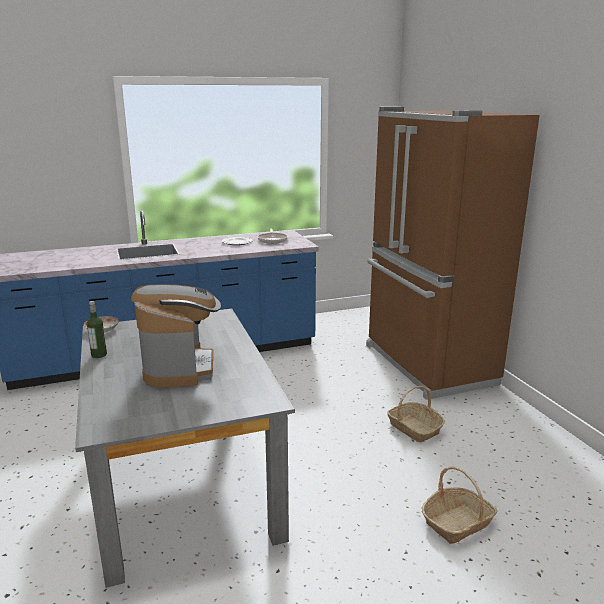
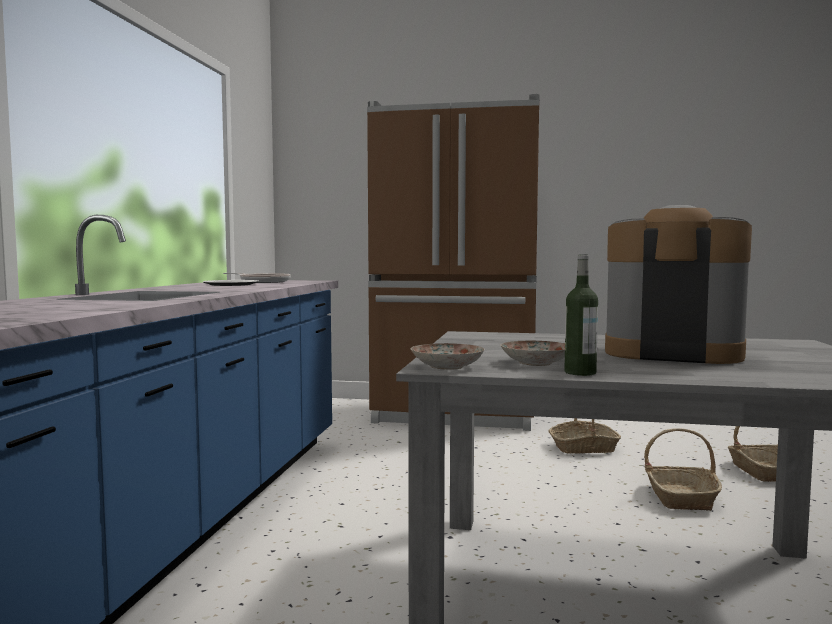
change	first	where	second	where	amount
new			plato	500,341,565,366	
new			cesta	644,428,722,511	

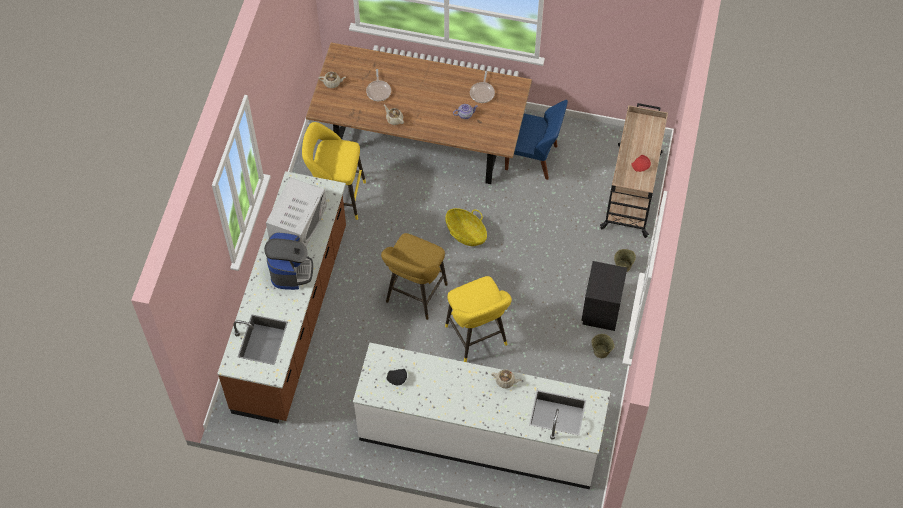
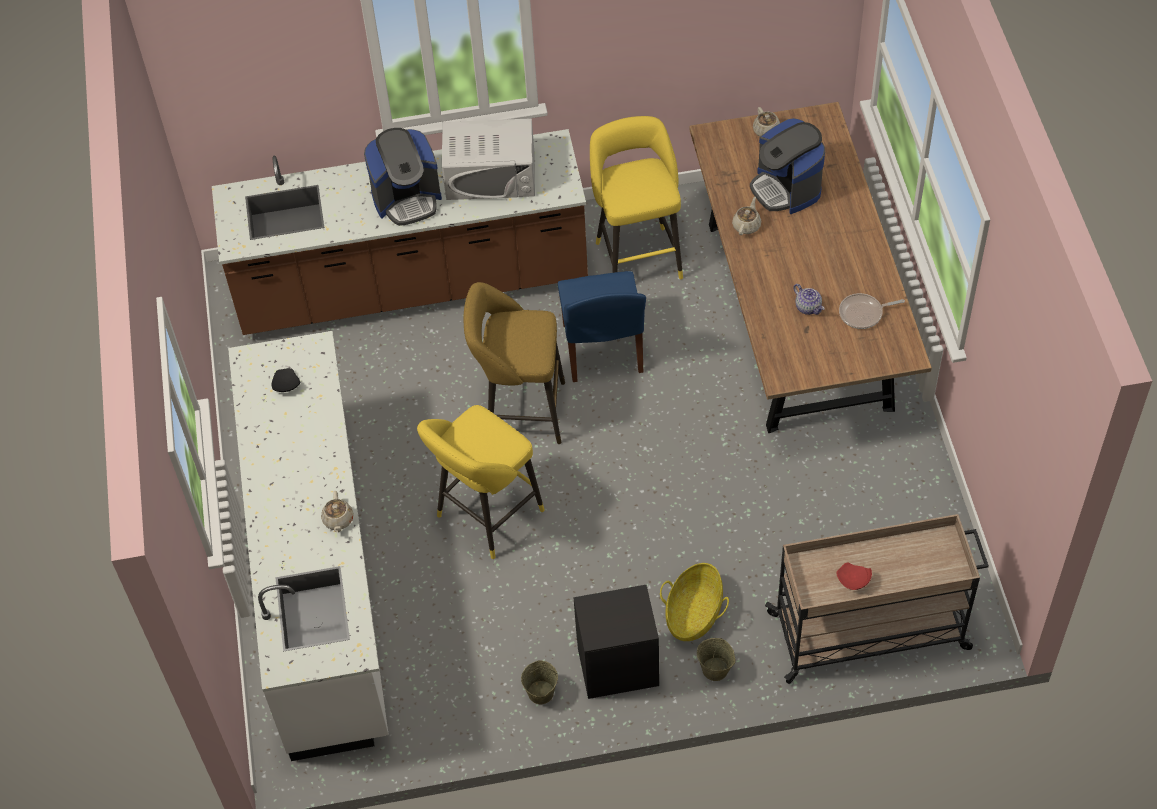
change	first	where	second	where	amount
swapped	sartén	366,69,391,101	cafetera	750,118,825,214	
shifted	cesta	445,208,487,246		660,563,729,641	
shifted	silla [azul]	505,100,568,180		558,271,646,382	

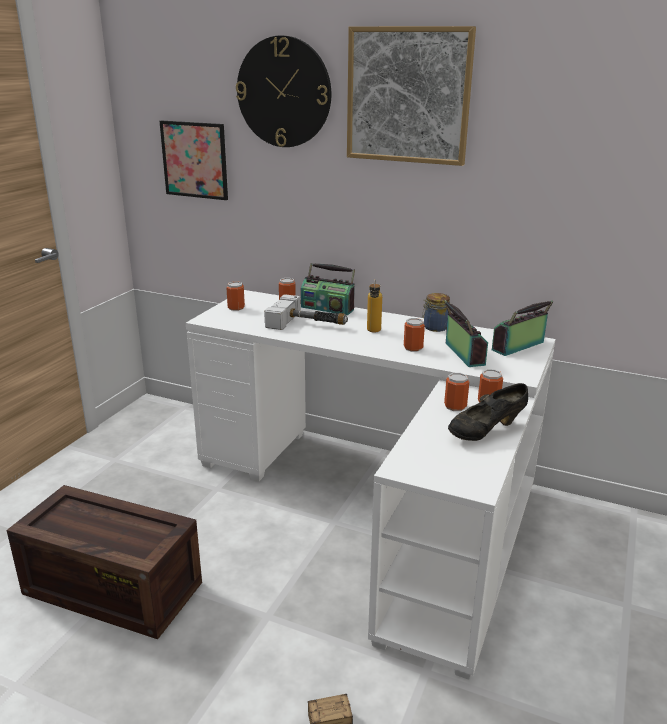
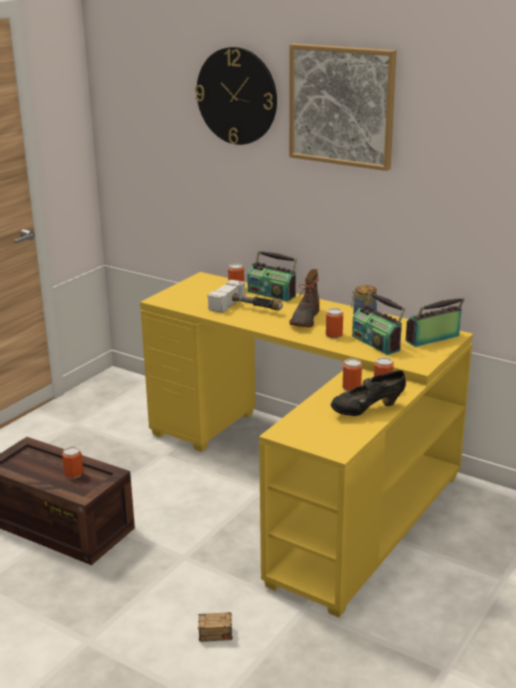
change	first	where	second	where	amount
gone	cuadro	159,121,228,200			
repainted	escritorio [blanco]	186,290,556,680	escritorio [amarillo]	140,272,473,617	
shifted	lata	227,282,245,311		62,446,83,479	
swapped	botella	367,280,382,332	bota	289,269,319,328	
rotated	radio	444,300,488,367		352,293,405,355	150 degrees clockwise

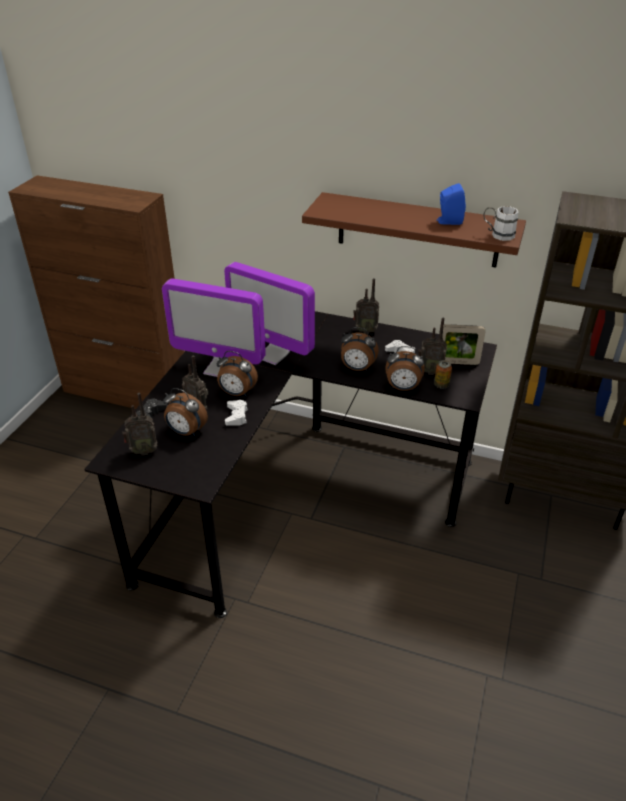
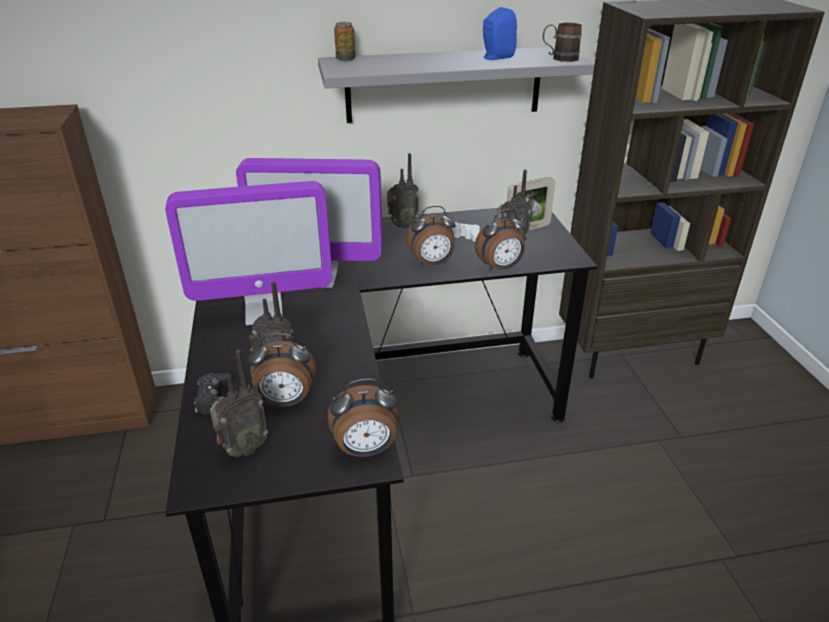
change	first	where	second	where	amount
shifted	despertador	217,351,258,396		327,379,398,457	
gone	mando de consola [blanco]	225,400,248,426			
repainted	estante [marrón]	302,192,526,268	estante [gris]	318,47,594,123	
shifted	lata	434,360,452,389		334,22,355,61	
repainted	taza grande [blanco]	484,206,519,241	taza grande [marrón]	543,22,582,62	

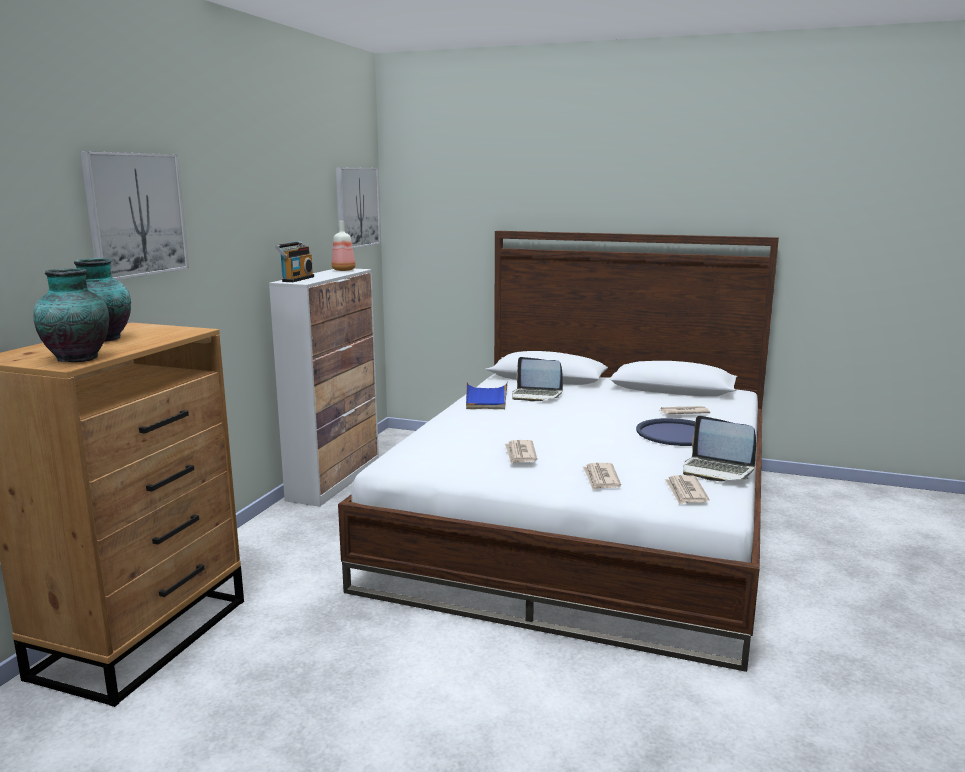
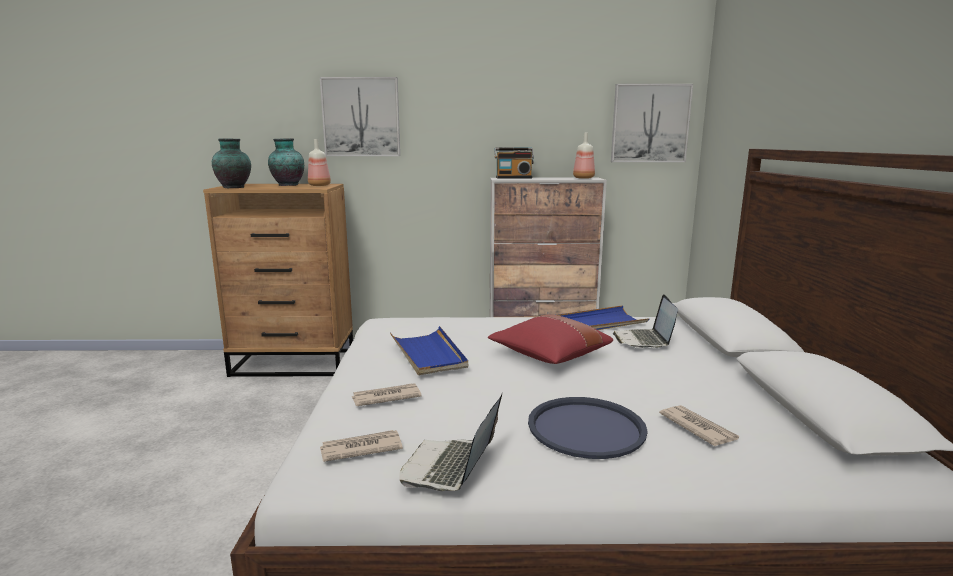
change	first	where	second	where	amount
swapped	periódico	505,440,537,464	bandeja [azul]	390,326,468,375	
new			botella	308,139,331,186	
new			cojín [rojo]	488,314,613,364	

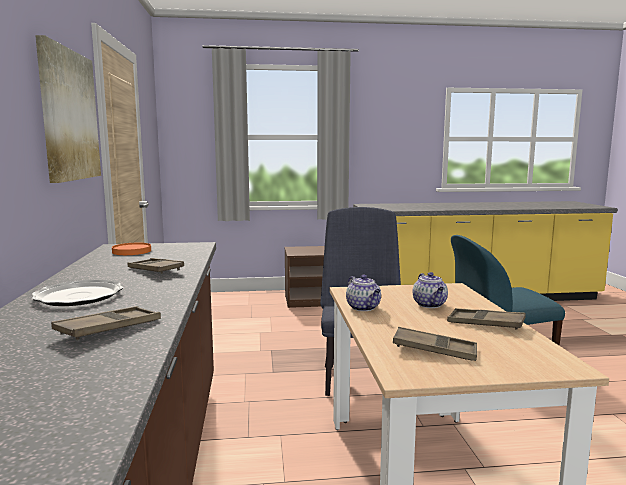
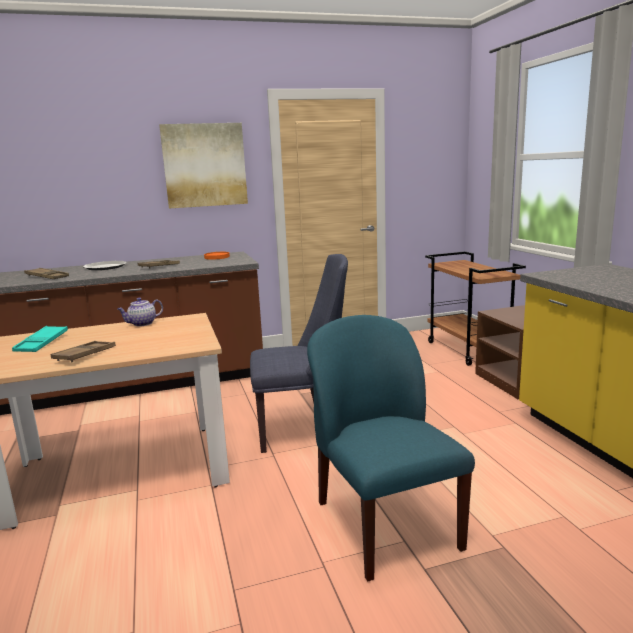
change	first	where	second	where	amount
repainted	bandeja [marrón]	393,327,477,361	bandeja [turquesa]	12,326,68,352	
gone	tetera	413,272,448,308			
new			carrito [marrón]	425,251,526,366	

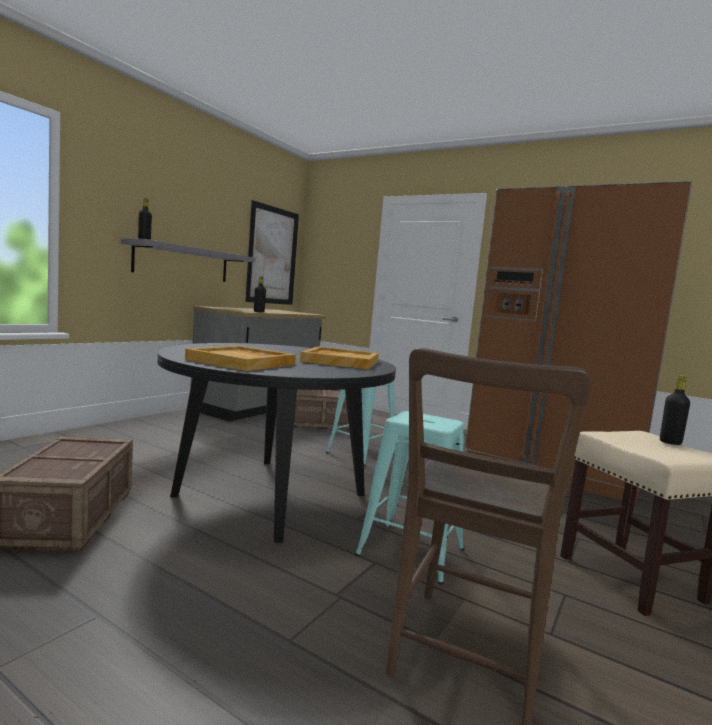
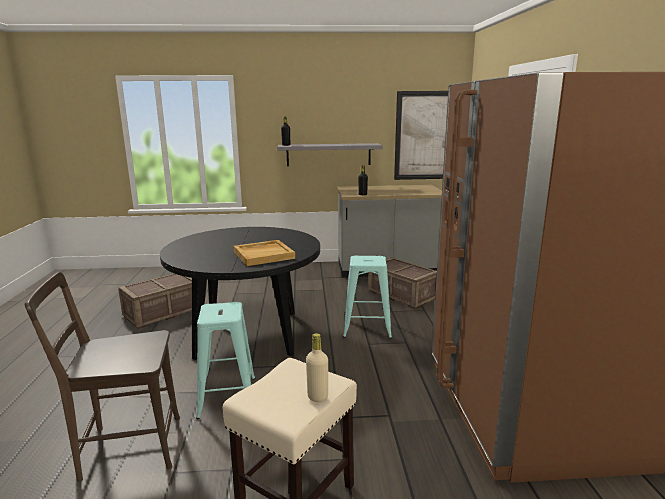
change	first	where	second	where	amount
gone	bandeja [beis]	185,345,296,371			
repainted	botella [negro]	660,375,690,445	botella [beis]	306,333,328,402	

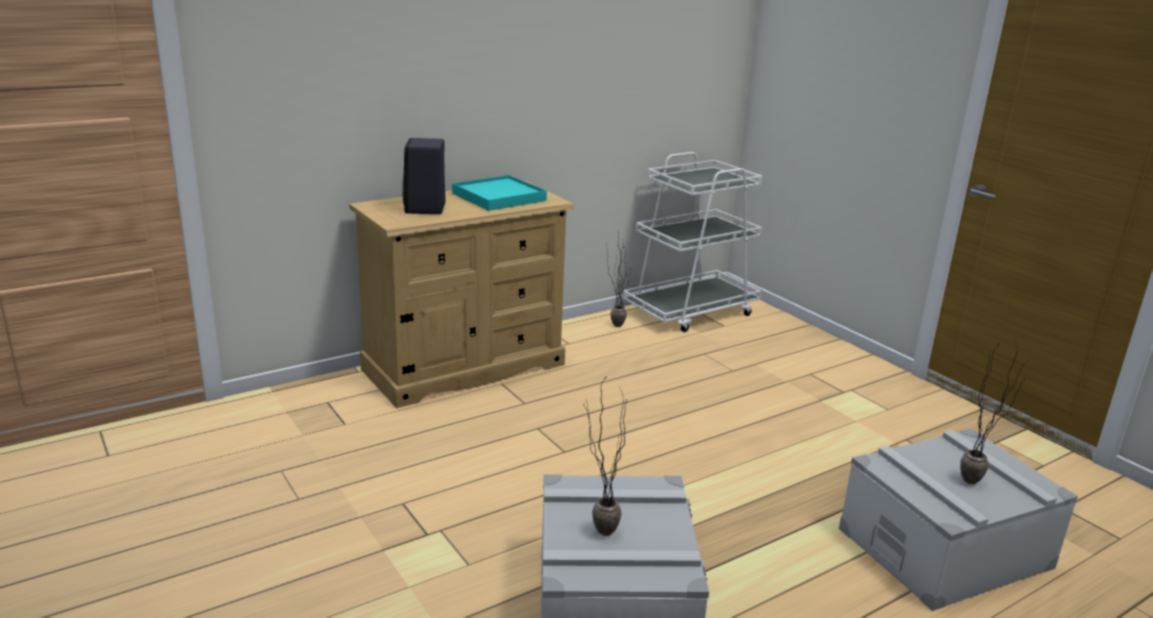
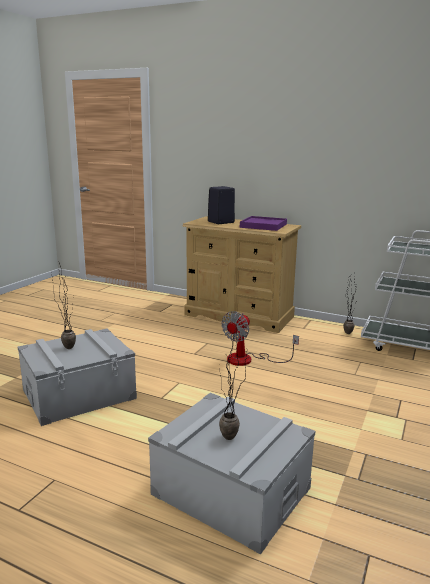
change	first	where	second	where	amount
repainted	bandeja [turquesa]	452,175,547,211	bandeja [morado]	240,216,287,231	
new			ventilador	221,311,299,366	

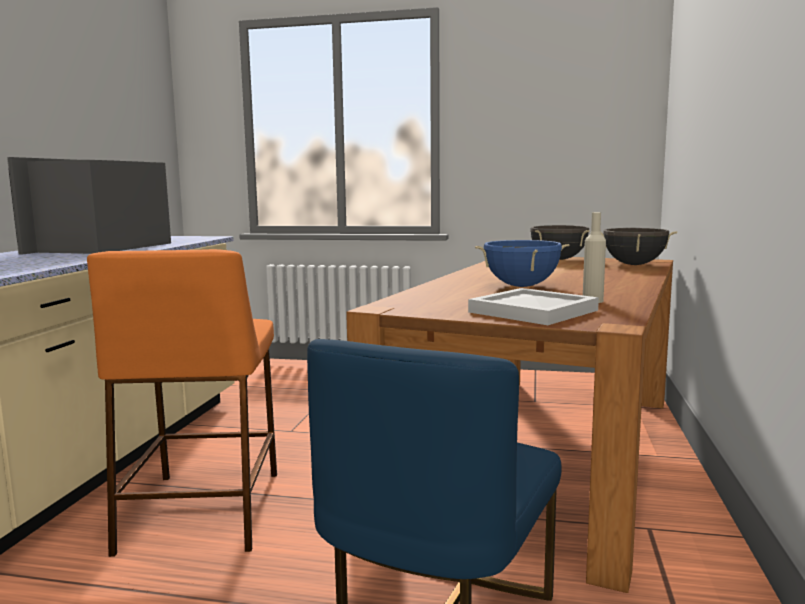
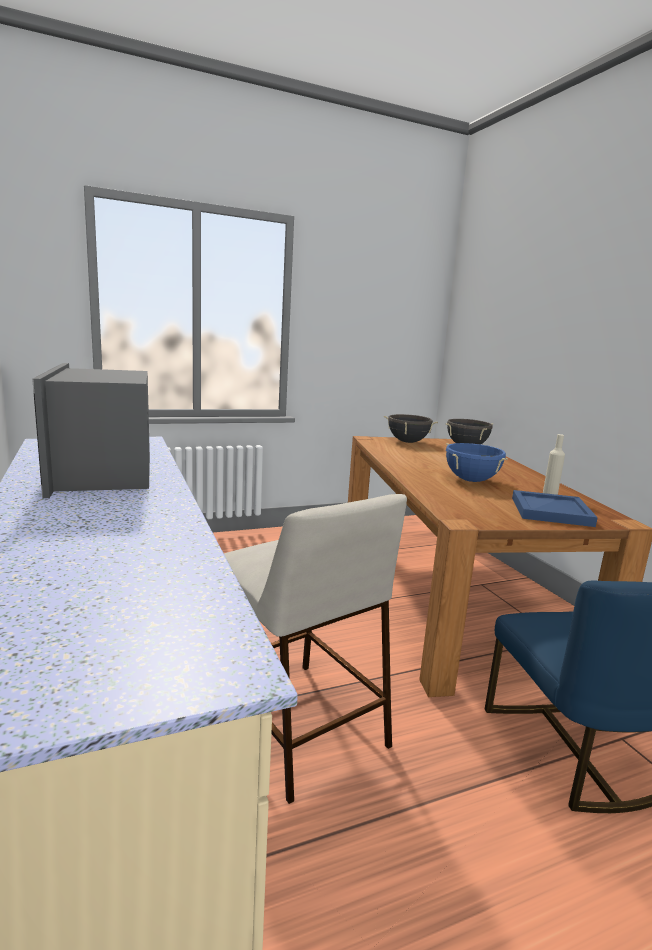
change	first	where	second	where	amount
repainted	taburete [naranja]	87,249,277,557	taburete [beis]	224,494,407,804	
repainted	bandeja [blanco]	468,288,599,325	bandeja [azul]	512,490,598,527	

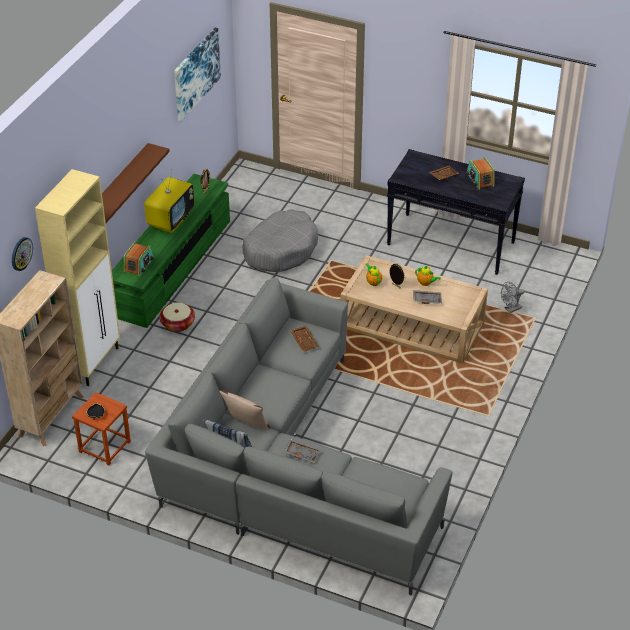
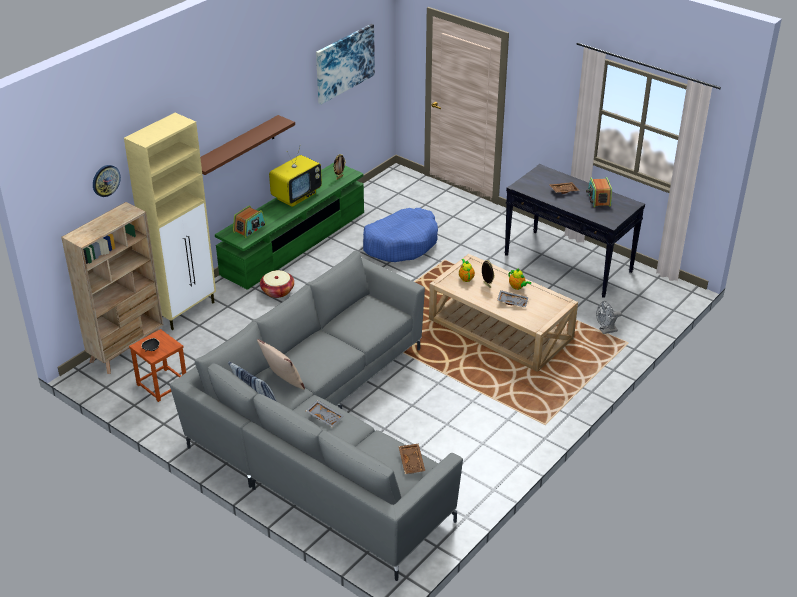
change	first	where	second	where	amount
repainted	cama para perro [gris]	242,209,318,272	cama para perro [azul]	363,208,438,262	
shifted	bandeja [marrón]	291,326,319,352		399,443,425,474	

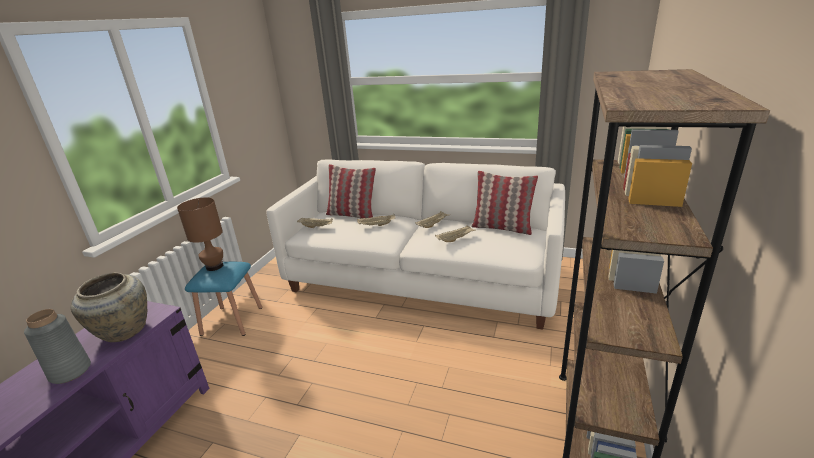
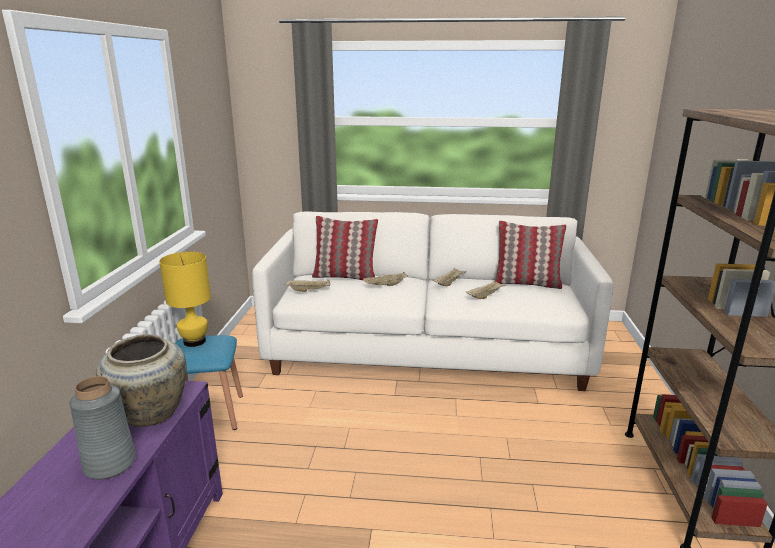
change	first	where	second	where	amount
repainted	lámpara de mesa [marrón]	177,198,223,271	lámpara de mesa [amarillo]	159,252,211,347	

